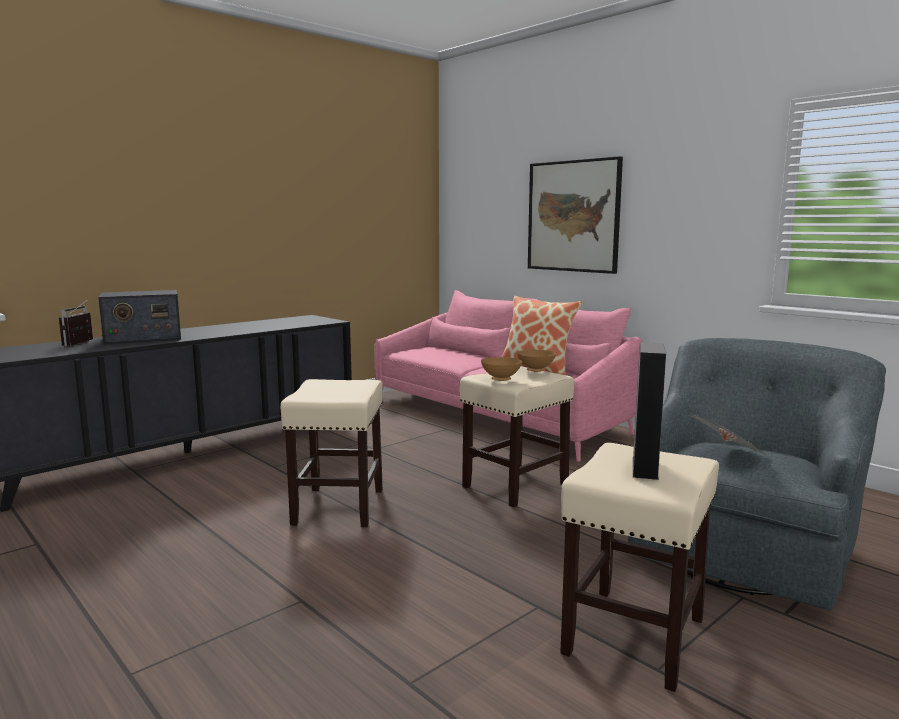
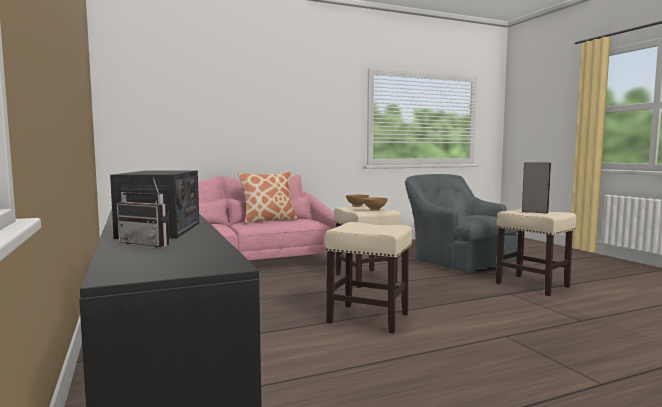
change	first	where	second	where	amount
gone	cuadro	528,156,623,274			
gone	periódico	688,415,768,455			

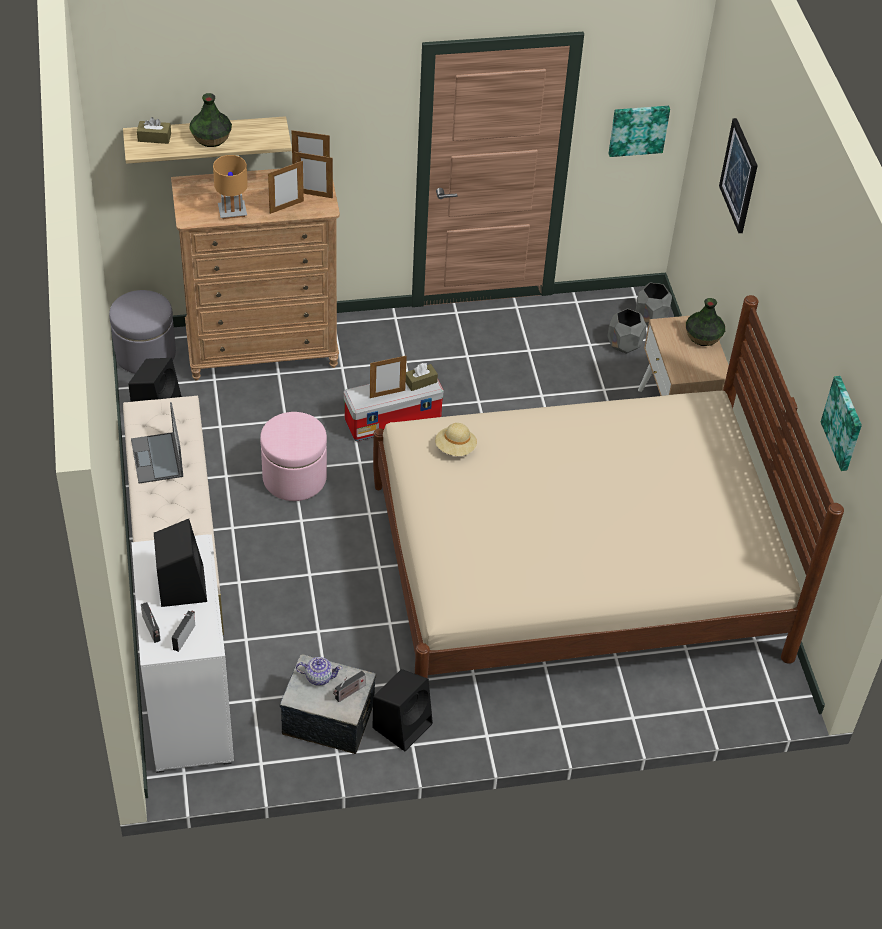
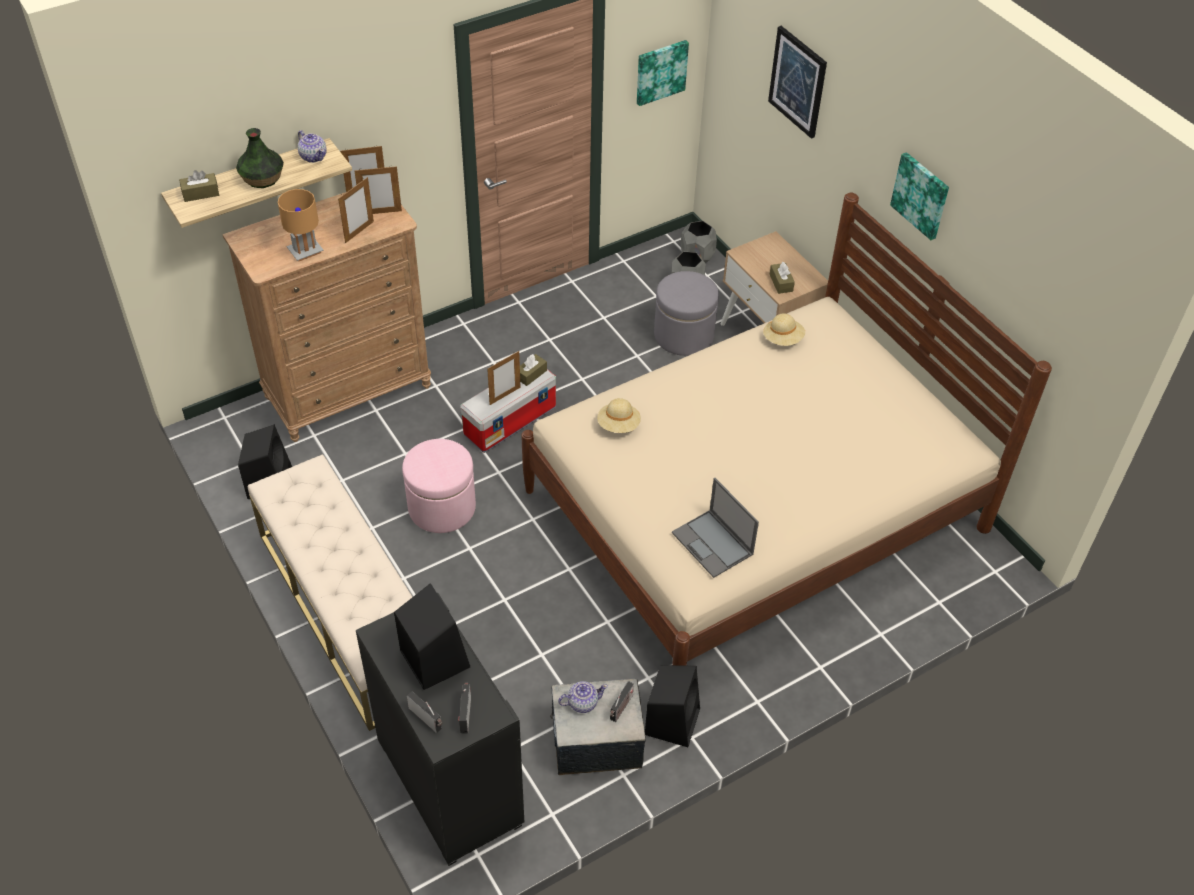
change	first	where	second	where	amount
shifted	puf [gris]	109,290,176,374		654,271,719,356	
shifted	portátil	131,402,183,484		672,478,759,578	
repainted	armario [blanco]	131,534,234,773	armario [negro]	356,593,524,866	
gone	florero	686,298,725,346			
shifted	cuadro	821,376,862,471		890,152,949,240	
new			tetera	298,130,327,163	
new			sombrero [beis]	763,313,805,346	
new			caja de pañuelos [marrón]	769,262,795,294	

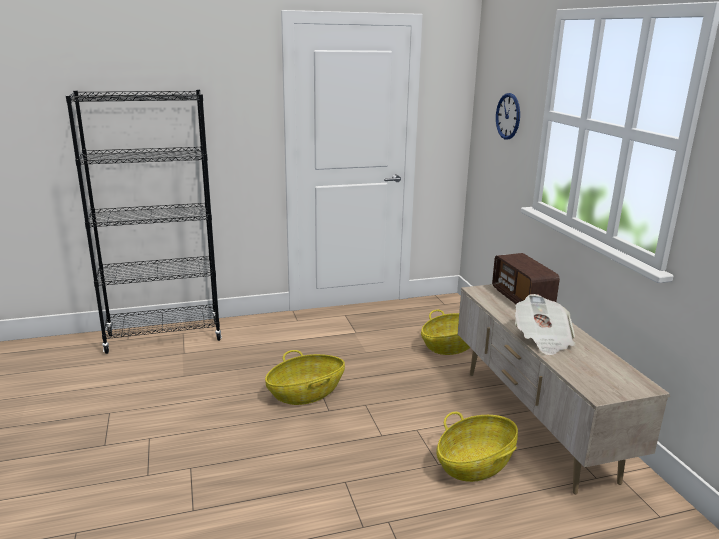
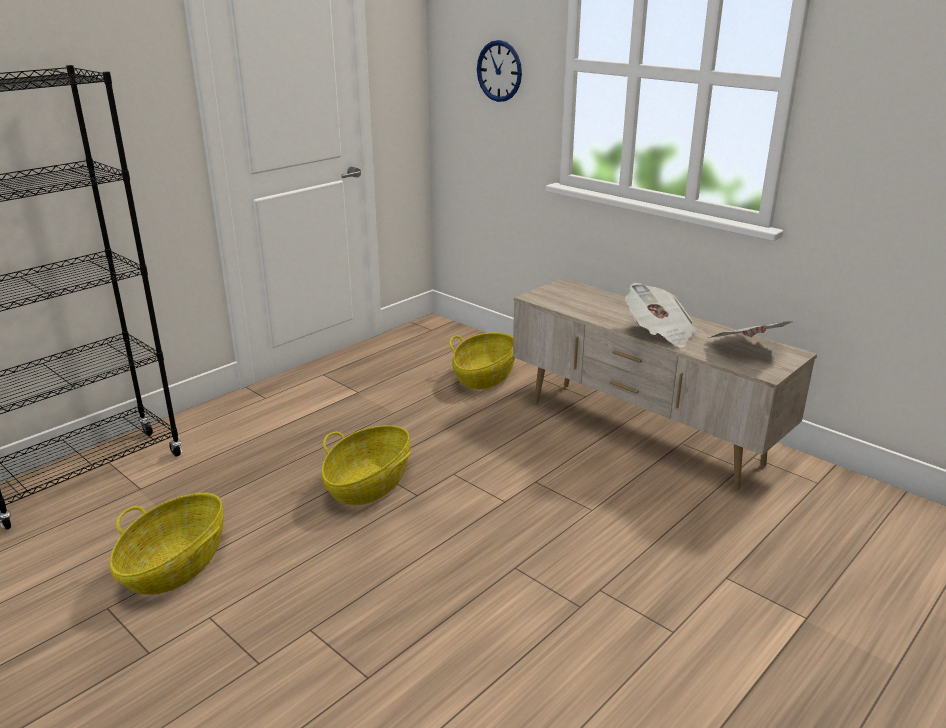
change	first	where	second	where	amount
shifted	cesta	436,412,518,482		110,493,224,595	
gone	radio	492,253,560,304			
new			periódico	708,321,791,338	

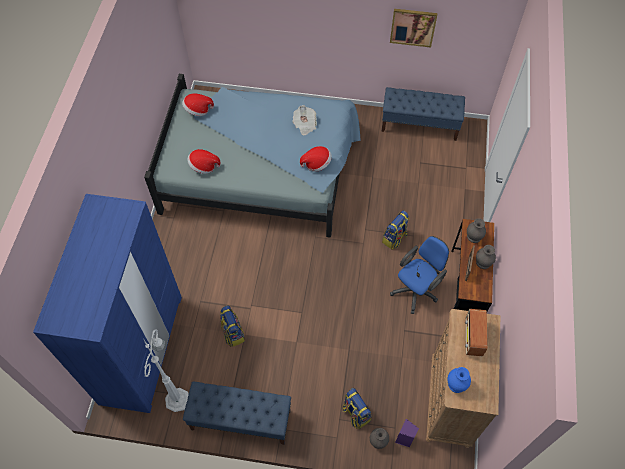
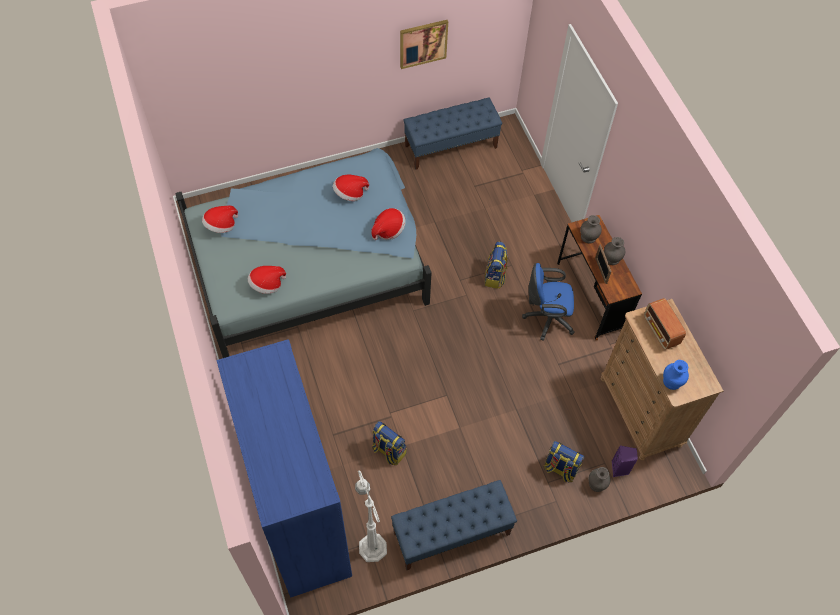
change	first	where	second	where	amount
swapped	periódico	292,105,317,135	sombrero	333,175,369,201	
rotated	silla de oficina [azul]	390,236,449,314		522,263,575,341	105 degrees counterclockwise

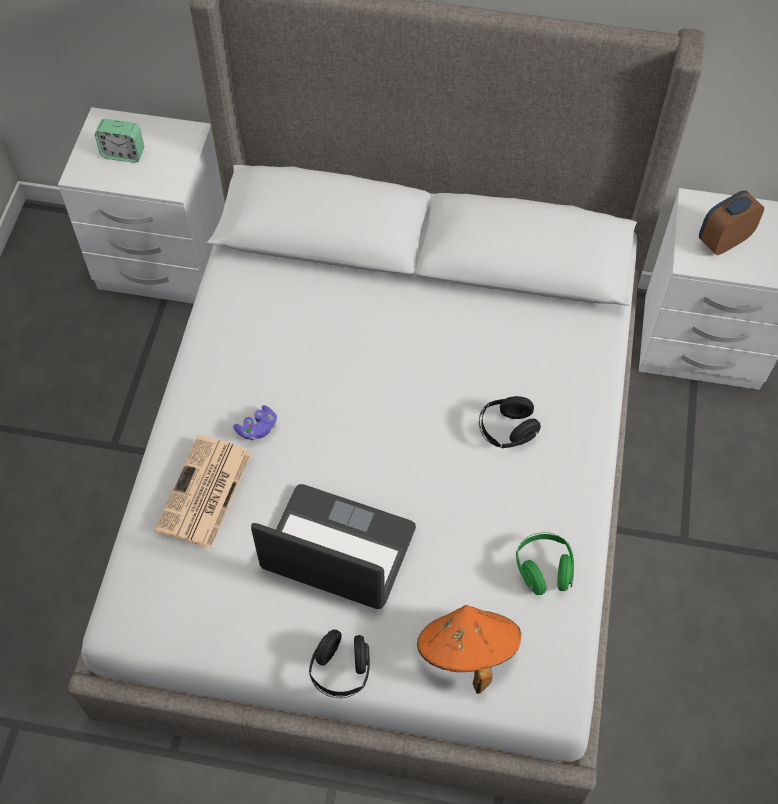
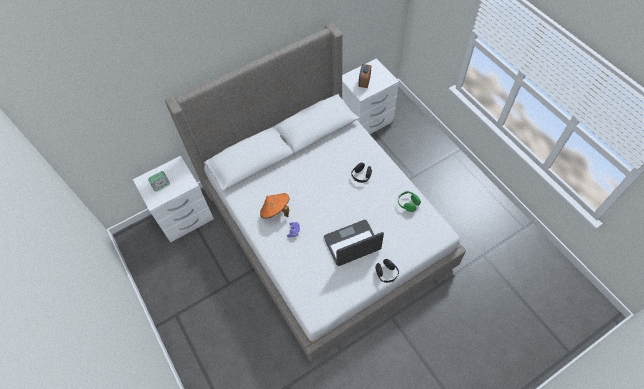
change	first	where	second	where	amount
gone	periódico	155,435,252,549			
shifted	sombrero [naranja]	417,605,521,694		260,193,289,219	

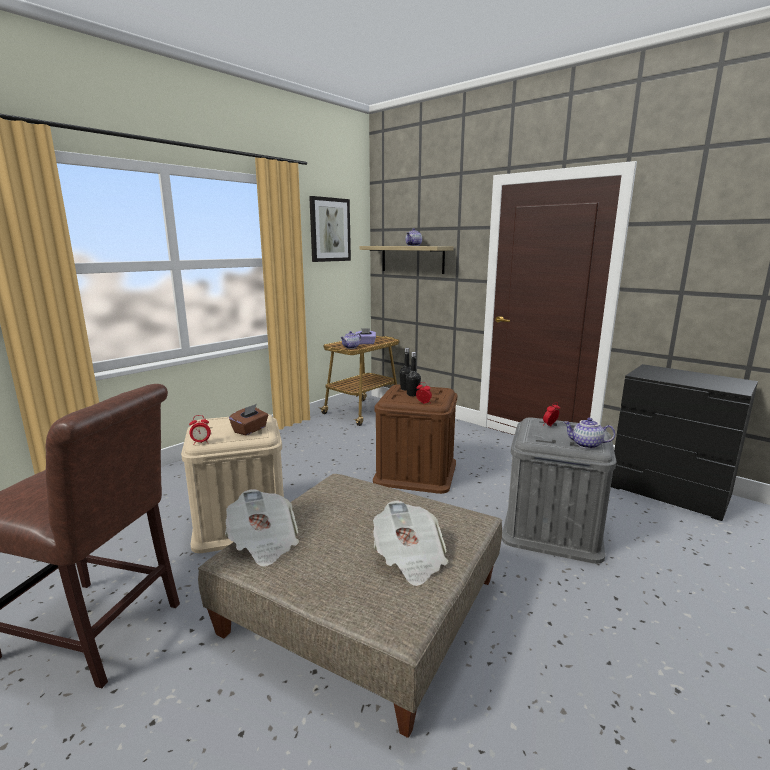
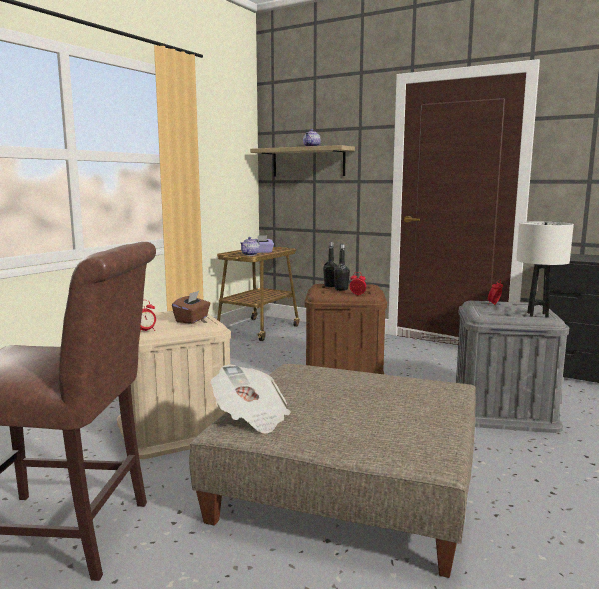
change	first	where	second	where	amount
gone	cuadro	309,196,351,262			
gone	periódico	373,500,448,586			
swapped	tetera	563,418,615,449	lámpara de mesa [blanco]	516,222,574,318	

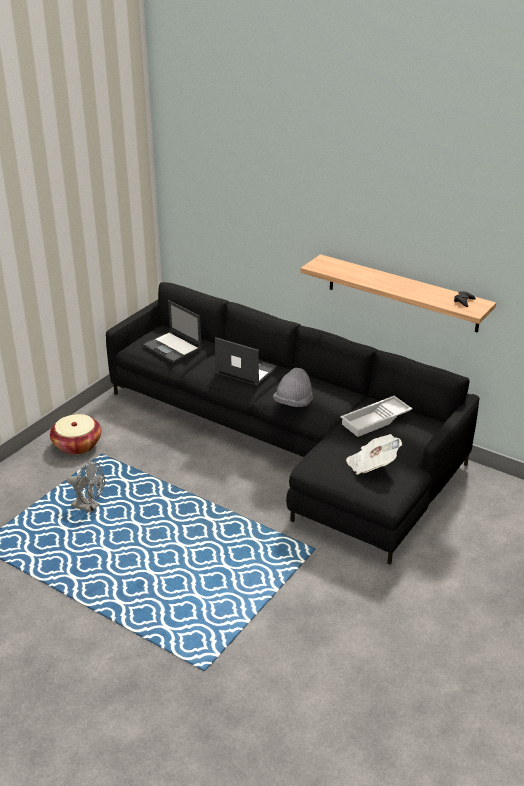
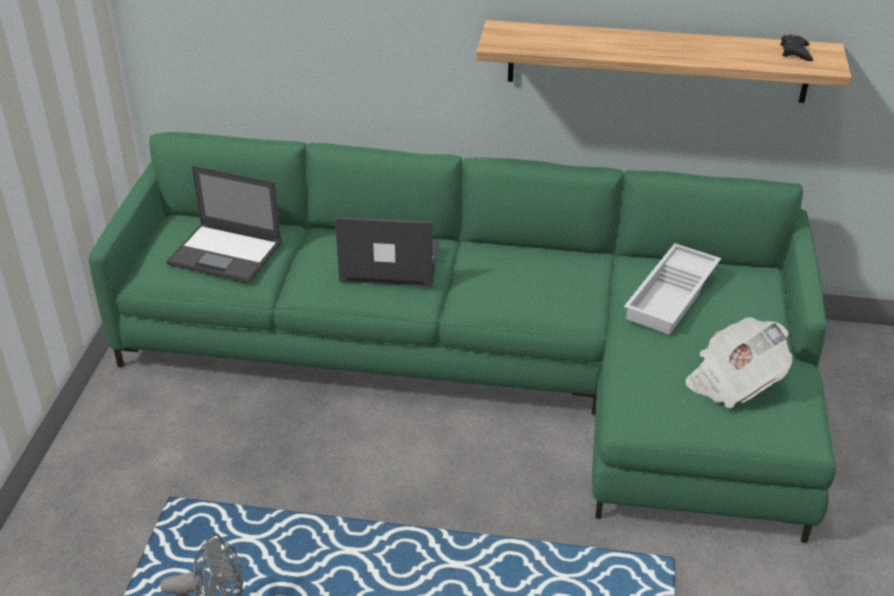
change	first	where	second	where	amount
gone	cesta	50,414,101,455			
repainted	sofá [negro]	106,282,479,564	sofá [verde]	89,132,836,543	
gone	sombrero [gris]	273,368,313,407			

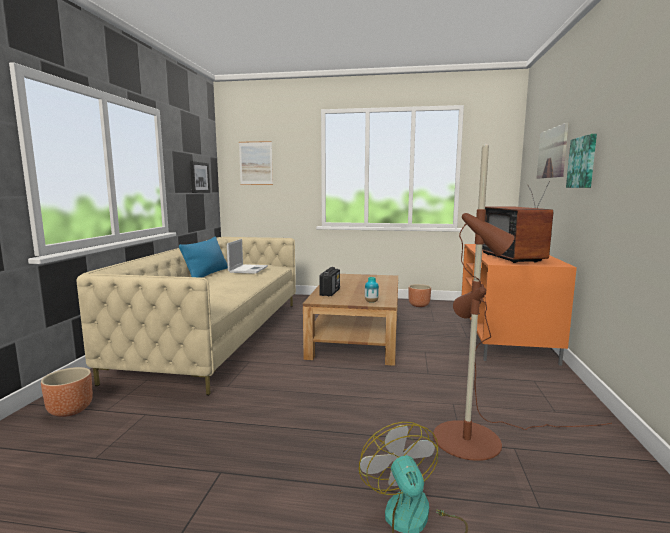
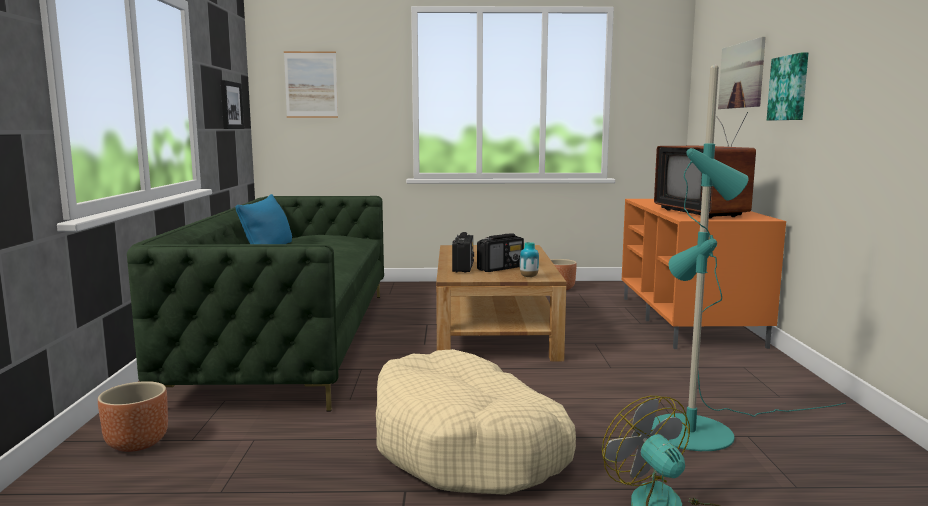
change	first	where	second	where	amount
repainted	sofá [beis]	77,237,296,395	sofá [verde]	127,196,384,412	
gone	portátil	227,239,268,274			
repainted	lámpara de pie [marrón]	433,144,612,461	lámpara de pie [turquesa]	650,64,846,451	
new			cama para perro [beis]	376,349,576,495	
new			radio	477,233,524,272	

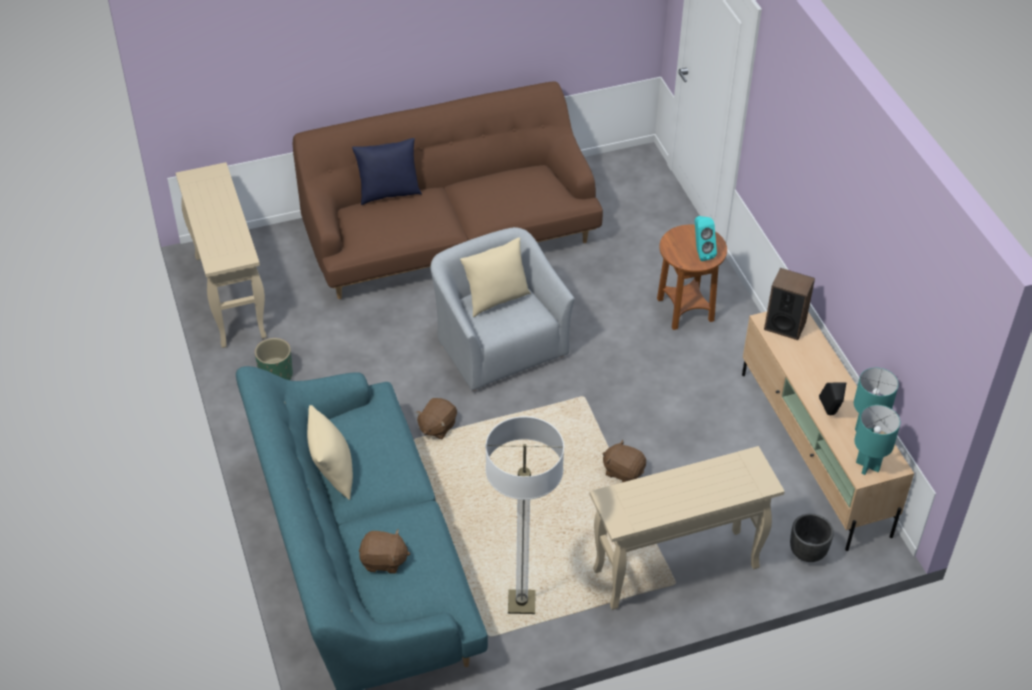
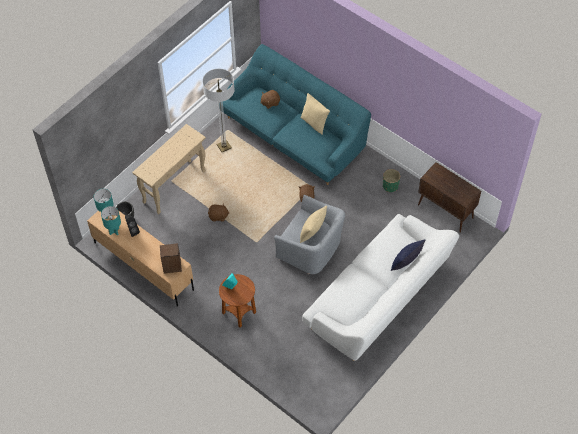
change	first	where	second	where	amount
swapped	mesa consola [beis]	176,162,267,348	armario [marrón]	418,162,481,233	
repainted	sofá [marrón]	293,81,603,299	sofá [blanco]	302,214,459,361	

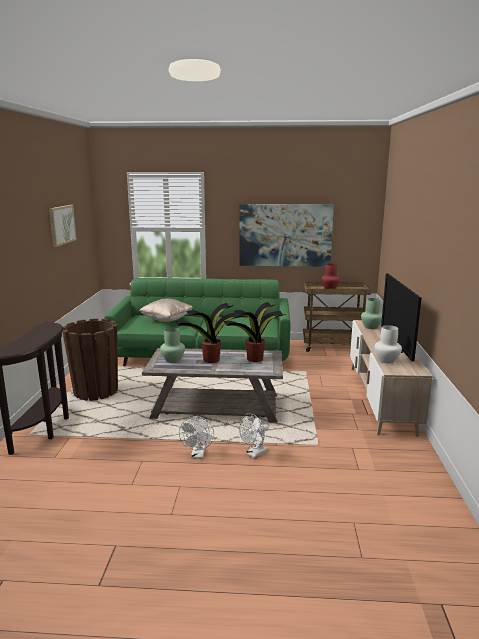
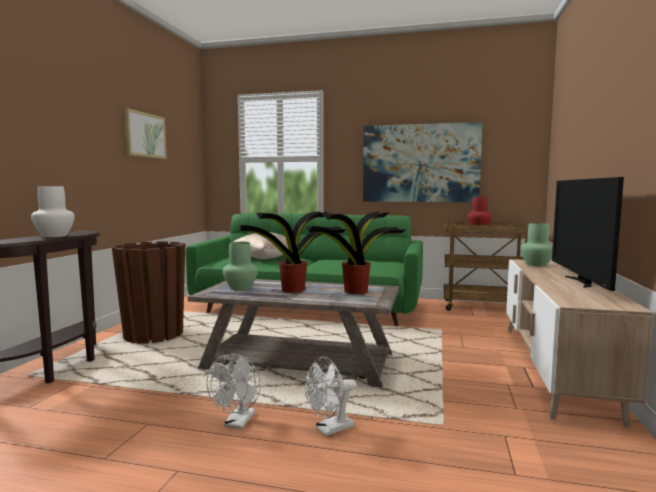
change	first	where	second	where	amount
shifted	florero [blanco]	375,325,402,363		31,186,75,237	

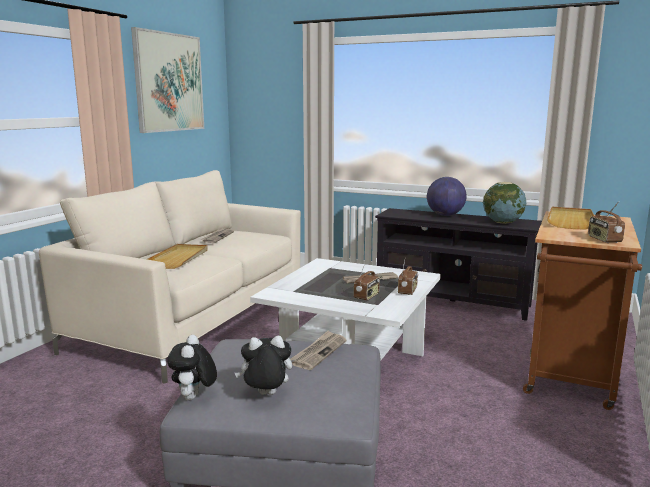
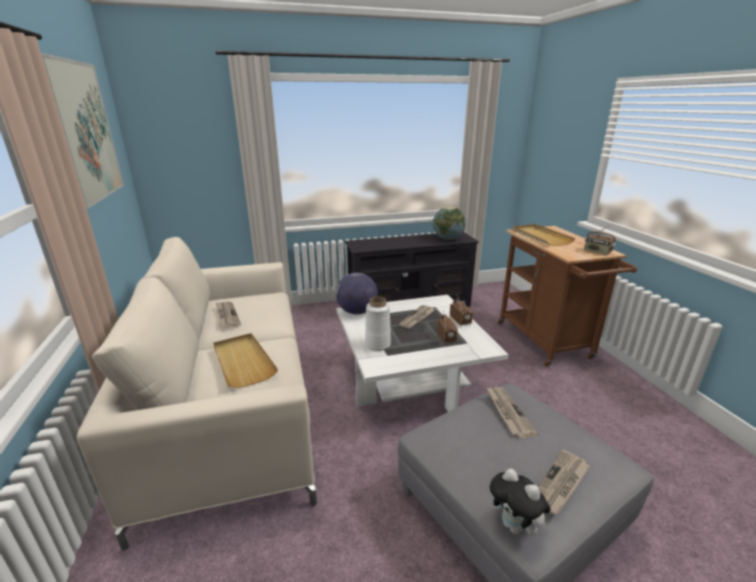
change	first	where	second	where	amount
swapped	peluche	235,335,292,395	periódico	538,450,590,515	
shifted	globo terráqueo	427,177,467,216		336,273,378,314	
new			florero [blanco]	365,296,391,351	

